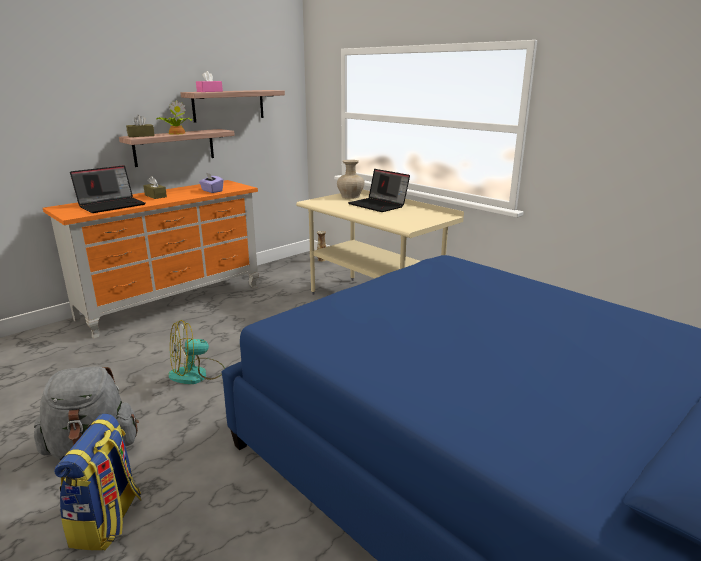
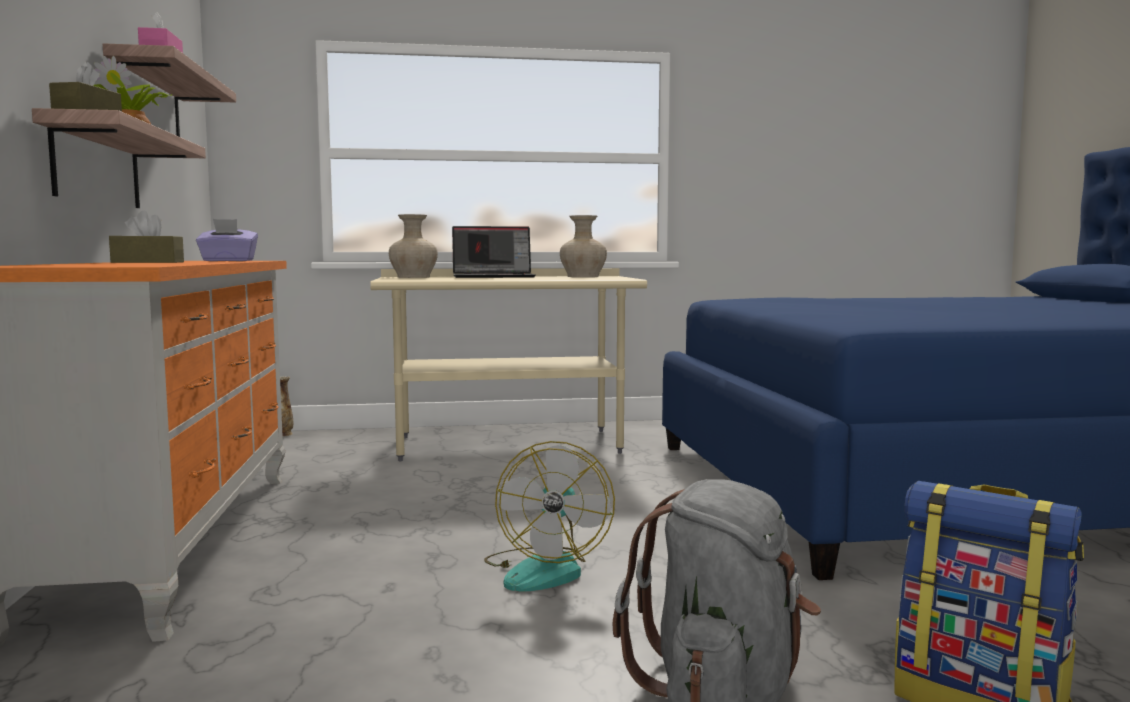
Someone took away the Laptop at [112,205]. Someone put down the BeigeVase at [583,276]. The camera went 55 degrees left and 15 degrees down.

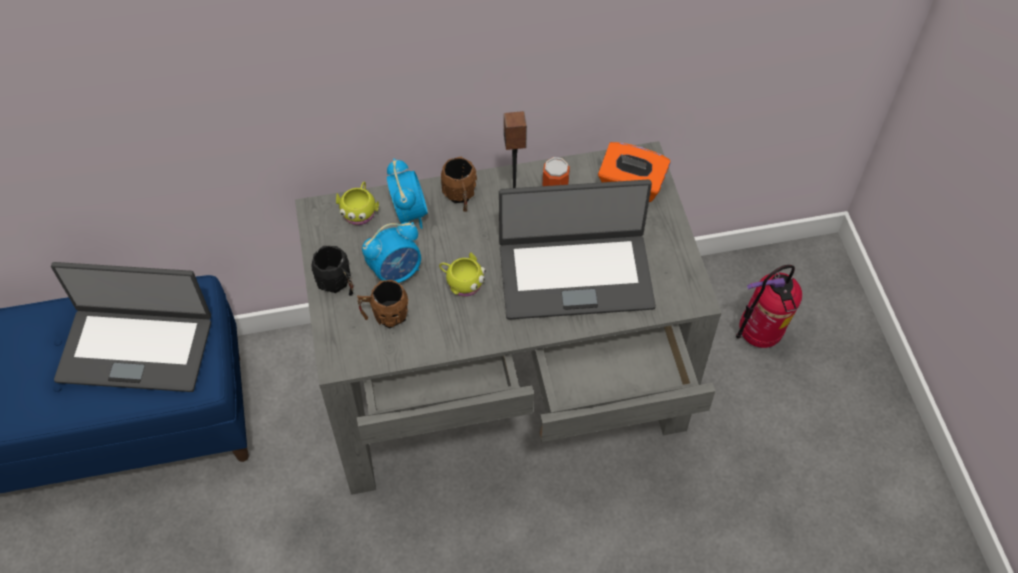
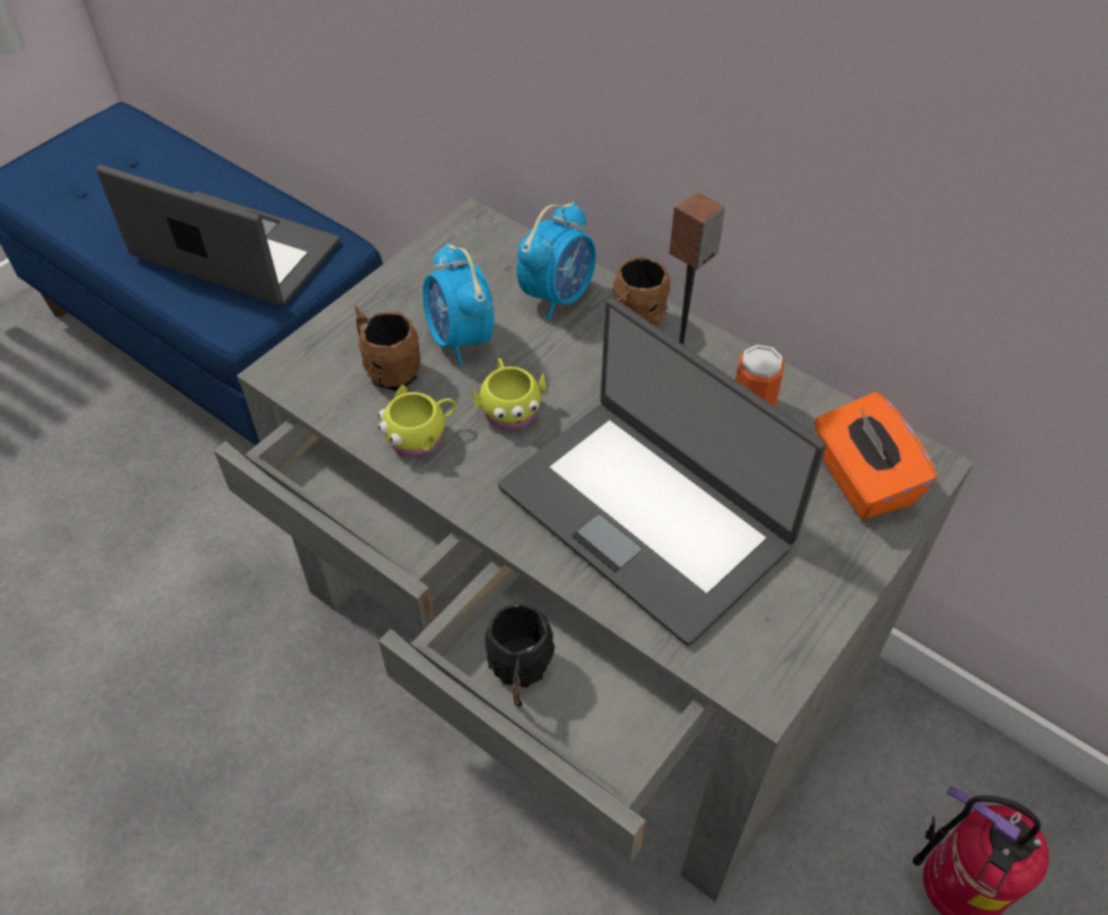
Someone rotated the Laptop at [136,348] by 150 degrees clockwise. Someone carried the BlackMug from [337,284] to [519,673]. Someone carried the YellowMug from [359,211] to [420,436]. Someone rotated the AlarmClock at [396,272] by 45 degrees clockwise. The camera went 50 degrees right and 5 degrees down.

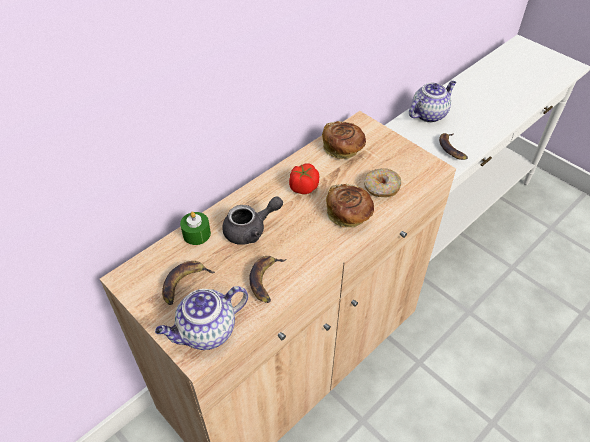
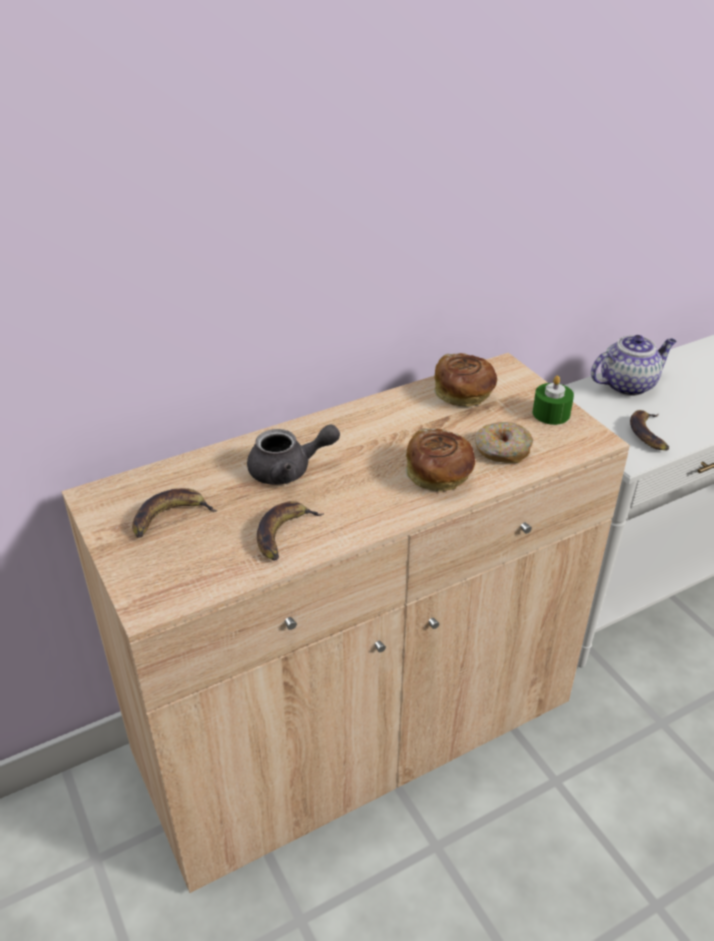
Someone took away the Teapot at [206,332]. Someone carried the GreenCandle from [196,234] to [551,413]. Someone took away the Tomato at [303,187]. The camera went 15 degrees right and 10 degrees down.

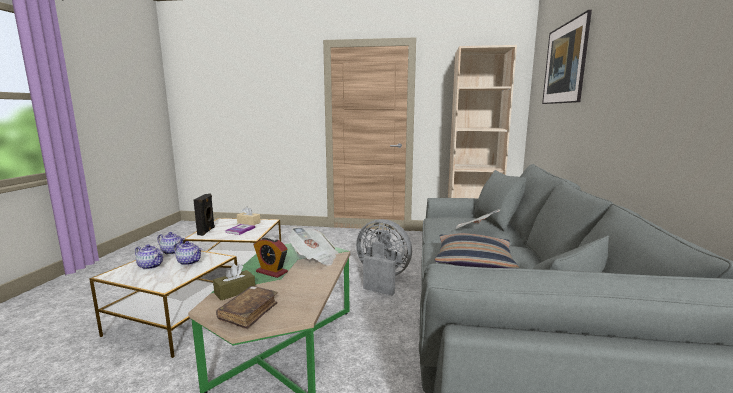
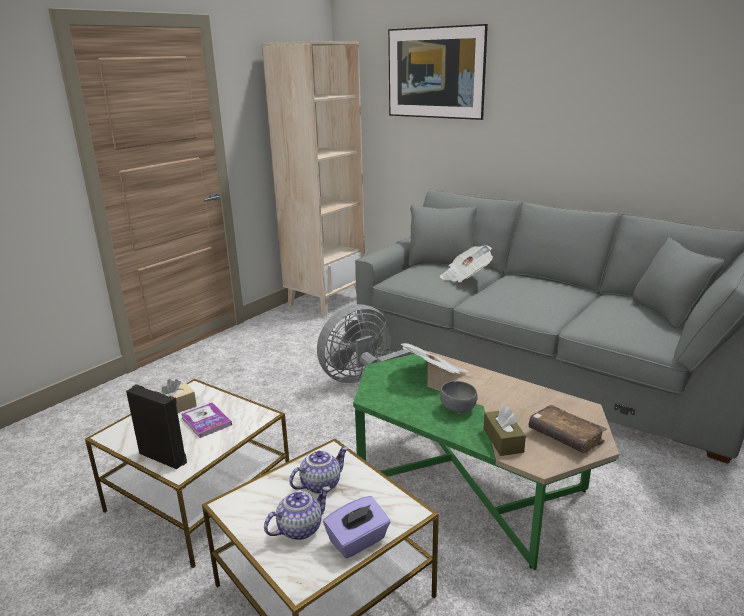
Someone took away the Teapot at [173,251]. Someone swapped the AlarmClock at [271,272] for the GreyBowl at [458,409]. Someone took away the Pillow at [473,261]. Someone put down the PurpleTissueBox at [358,541]. The camera went 60 degrees left and 10 degrees up.

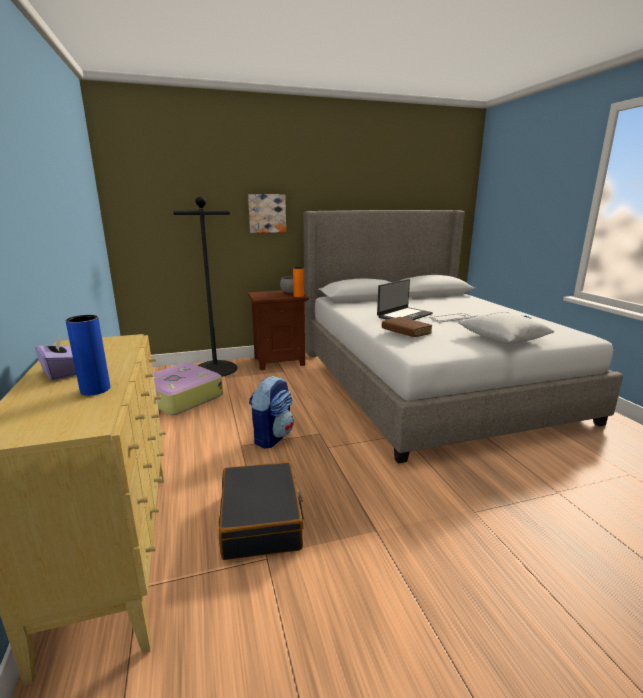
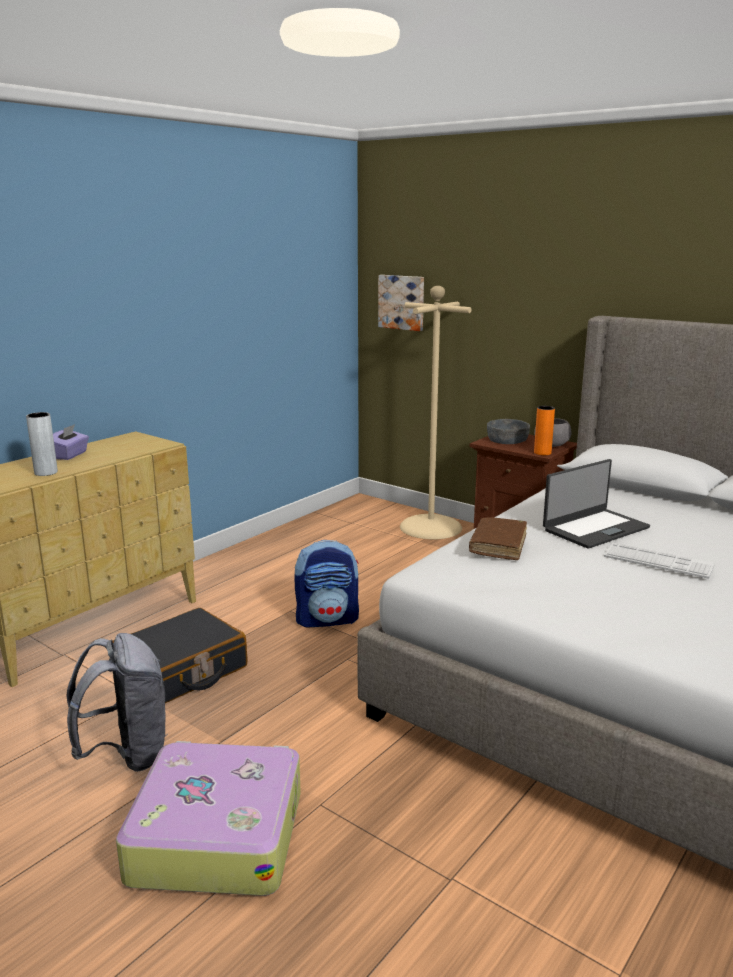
Someone repainted the BlueVase at [95,390], which became the GreyVase at [46,472]. Someone carried the Suitcase from [181,397] to [216,834]. Someone repainted the BlackClothesRack at [215,369], which became the BeigeClothesRack at [431,527]. Someone carried the Picture from [267,213] to [402,302]. Someone rotated the Laptop at [404,315] by 45 degrees counterclockwise. Someone took away the GreyPillow at [503,339]. Someone put down the GreyBackpack at [127,754]. Someone put down the GreyBowl at [507,439]. The camera went 55 degrees right and 0 degrees up.

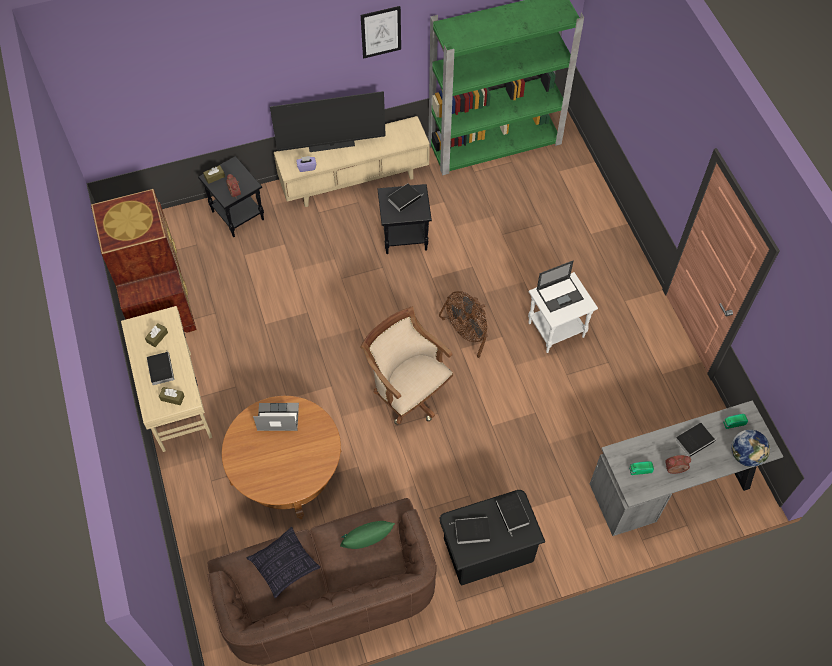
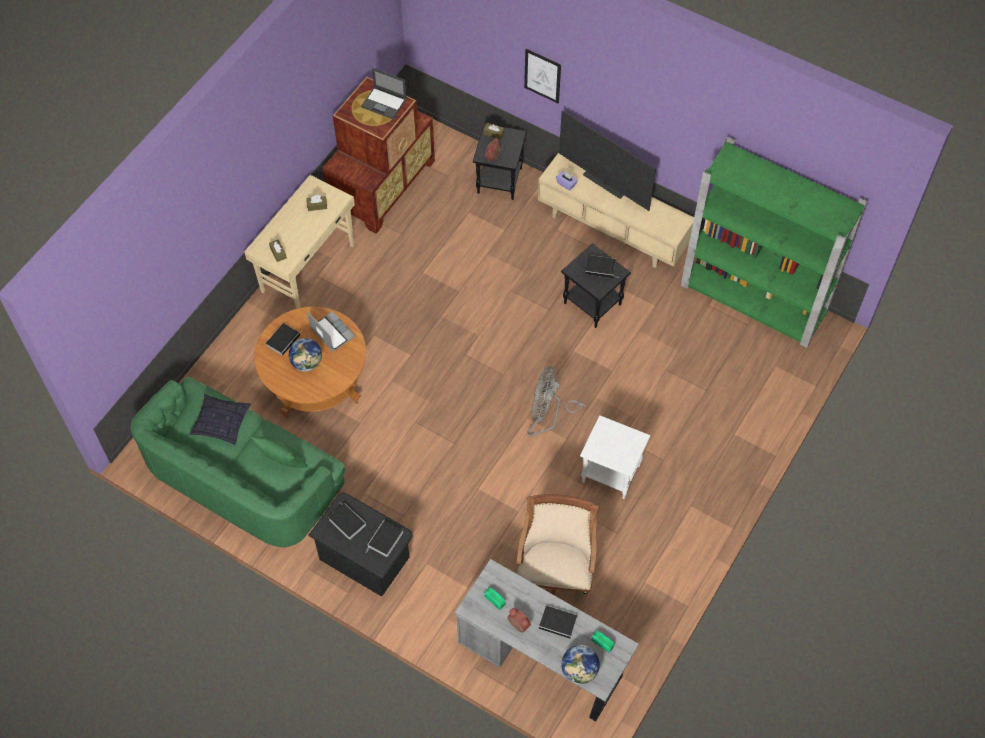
Someone carried the Book from [160,368] to [283,339]. Someone repainted the BrownSofa at [327,593], which became the GreenSofa at [243,478]. Someone carried the OfficeChair from [407,395] to [555,574]. Someone carried the Picture from [381,32] to [542,75]. Someone repainted the BrownFan at [468,330], which became the GreyFan at [549,411]. Someone carried the Laptop from [560,294] to [384,103]. Someone put down the Globe at [307,363]. The camera went 50 degrees right and 0 degrees up.

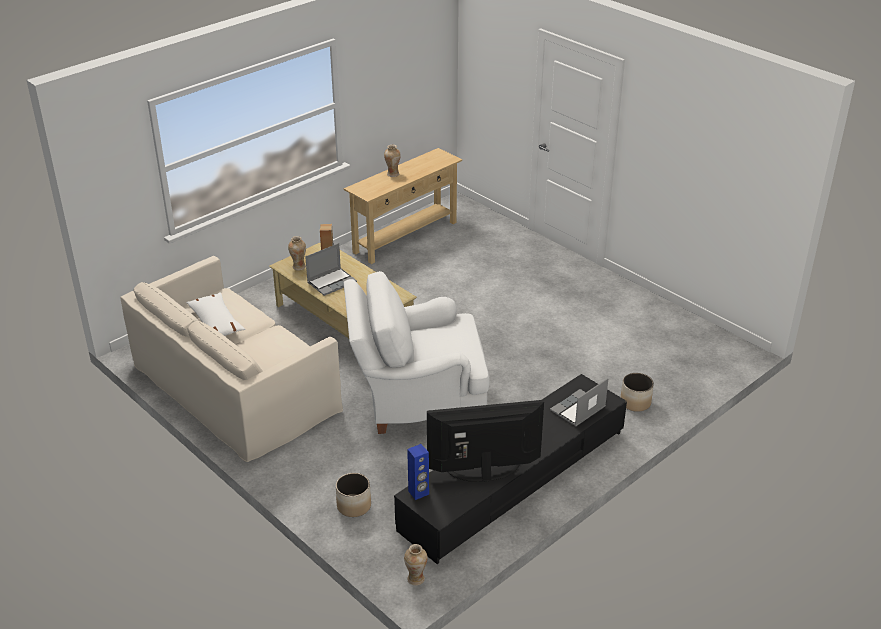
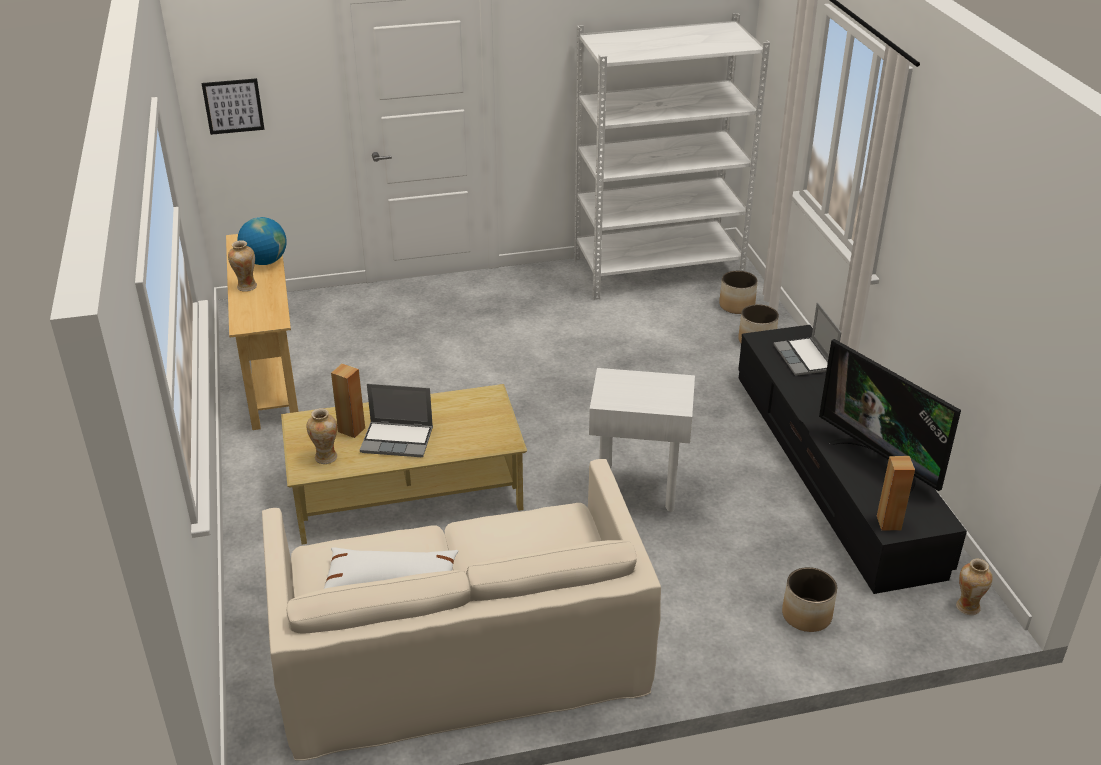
Someone rotated the Laptop at [332,282] by 105 degrees clockwise. Someone swapped the WhiteArmchair at [417,402] for the WhiteSideTable at [637,489]. Someone repainted the BlueSpeaker at [418,493], which became the BrownSpeaker at [889,523]. Someone rotated the Television at [484,473] by 60 degrees counterclockwise. Someone put up the Picture at [233,106]. Someone put down the Globe at [265,262]. Someone put down the WhiteBookcase at [658,270]. Someone put down the Planter at [736,306]. The camera went 60 degrees left and 0 degrees up.

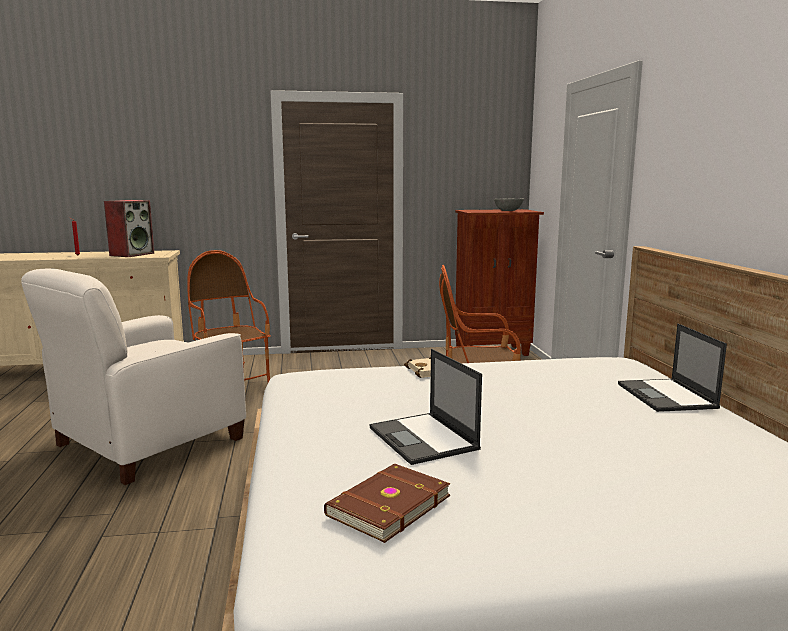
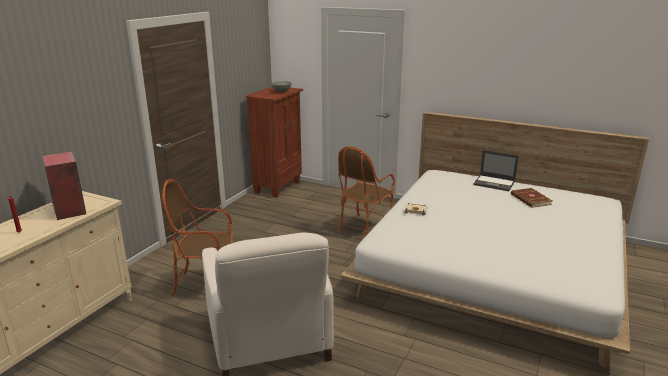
Someone carried the BrownBook from [386,505] to [530,199]. Someone took away the Laptop at [424,439]. The camera went 55 degrees left and 10 degrees up.

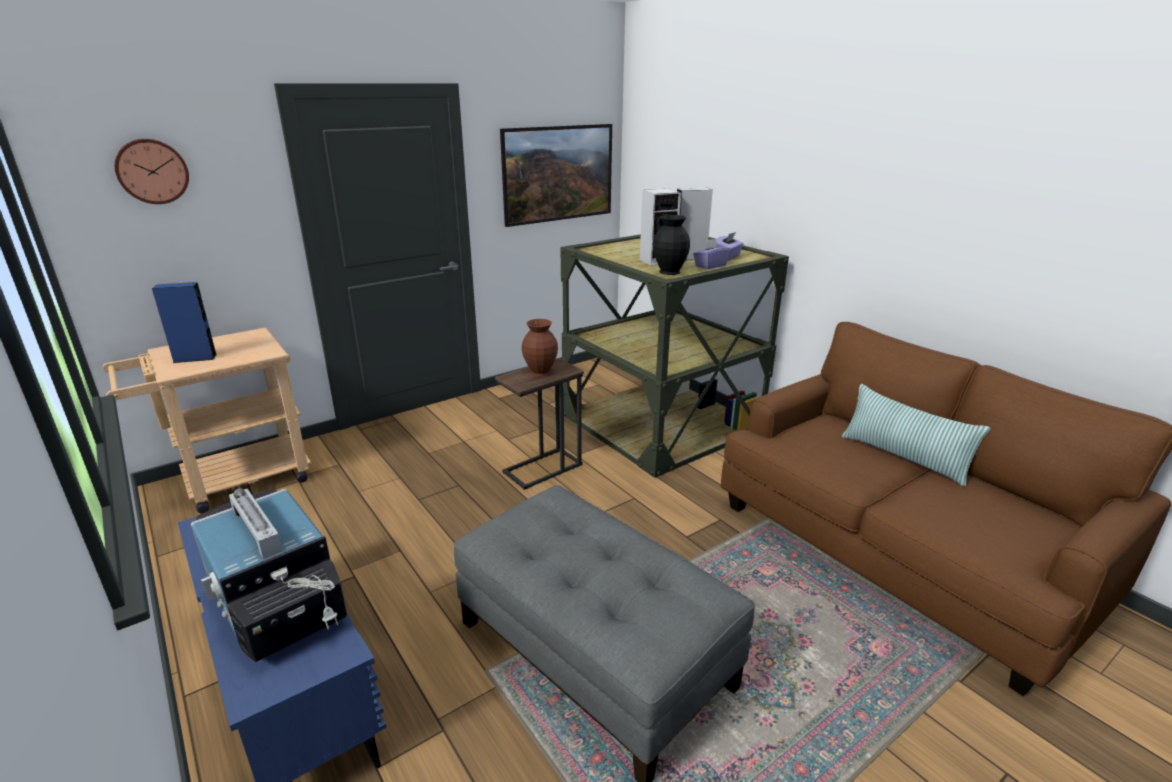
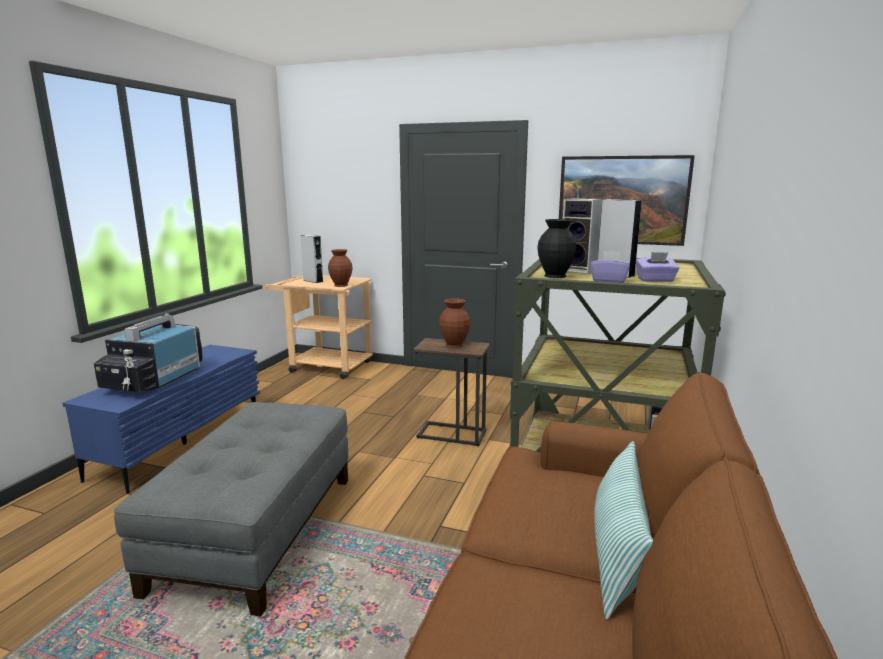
Someone took away the WallClock at [152,171]. Someone repainted the BlueSpeaker at [195,358], which became the GreySpeaker at [313,281]. Someone put down the BrownVase at [340,285]. The camera went 55 degrees right and 10 degrees down.

